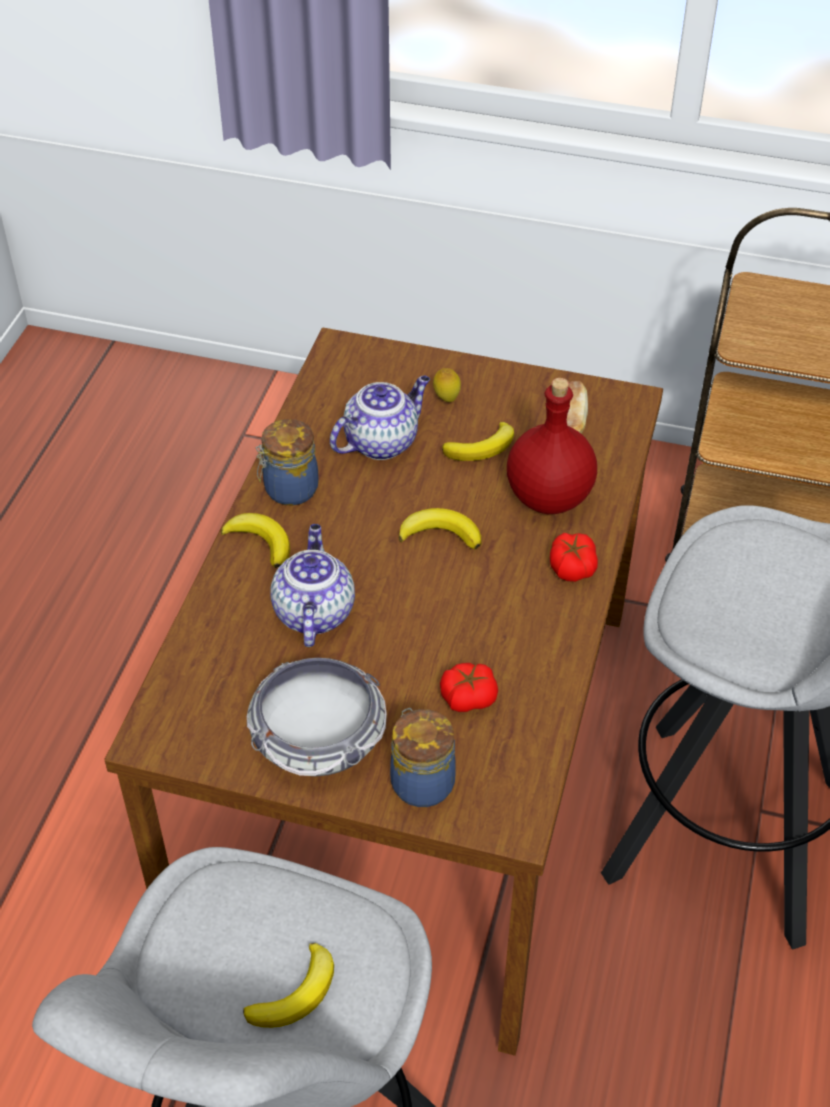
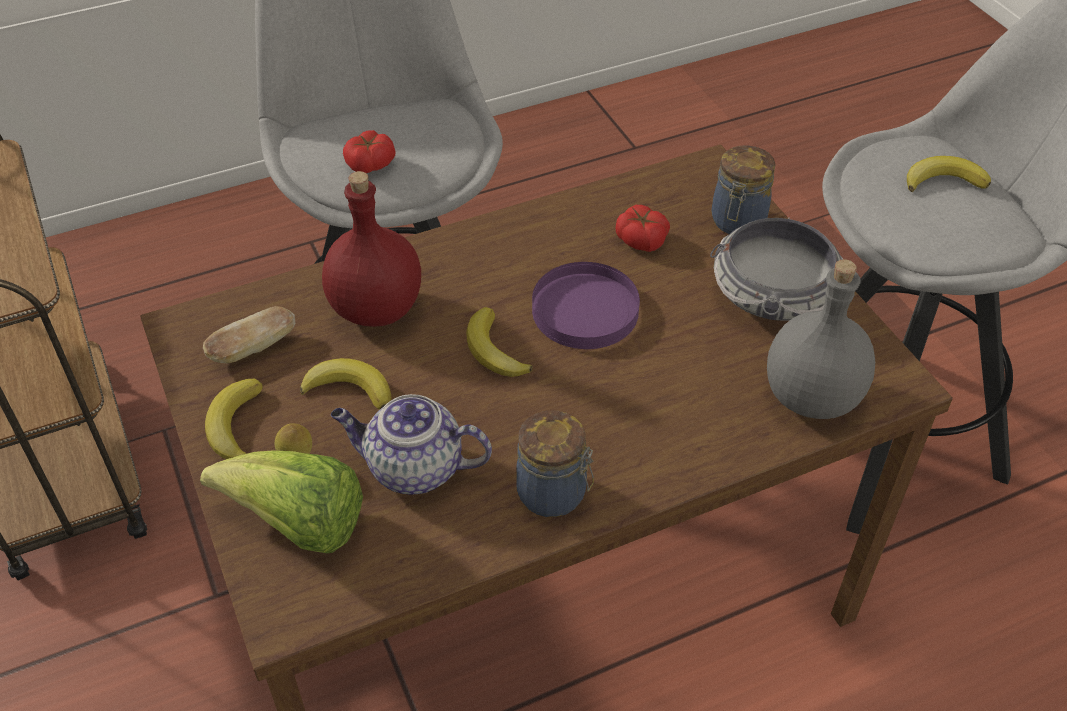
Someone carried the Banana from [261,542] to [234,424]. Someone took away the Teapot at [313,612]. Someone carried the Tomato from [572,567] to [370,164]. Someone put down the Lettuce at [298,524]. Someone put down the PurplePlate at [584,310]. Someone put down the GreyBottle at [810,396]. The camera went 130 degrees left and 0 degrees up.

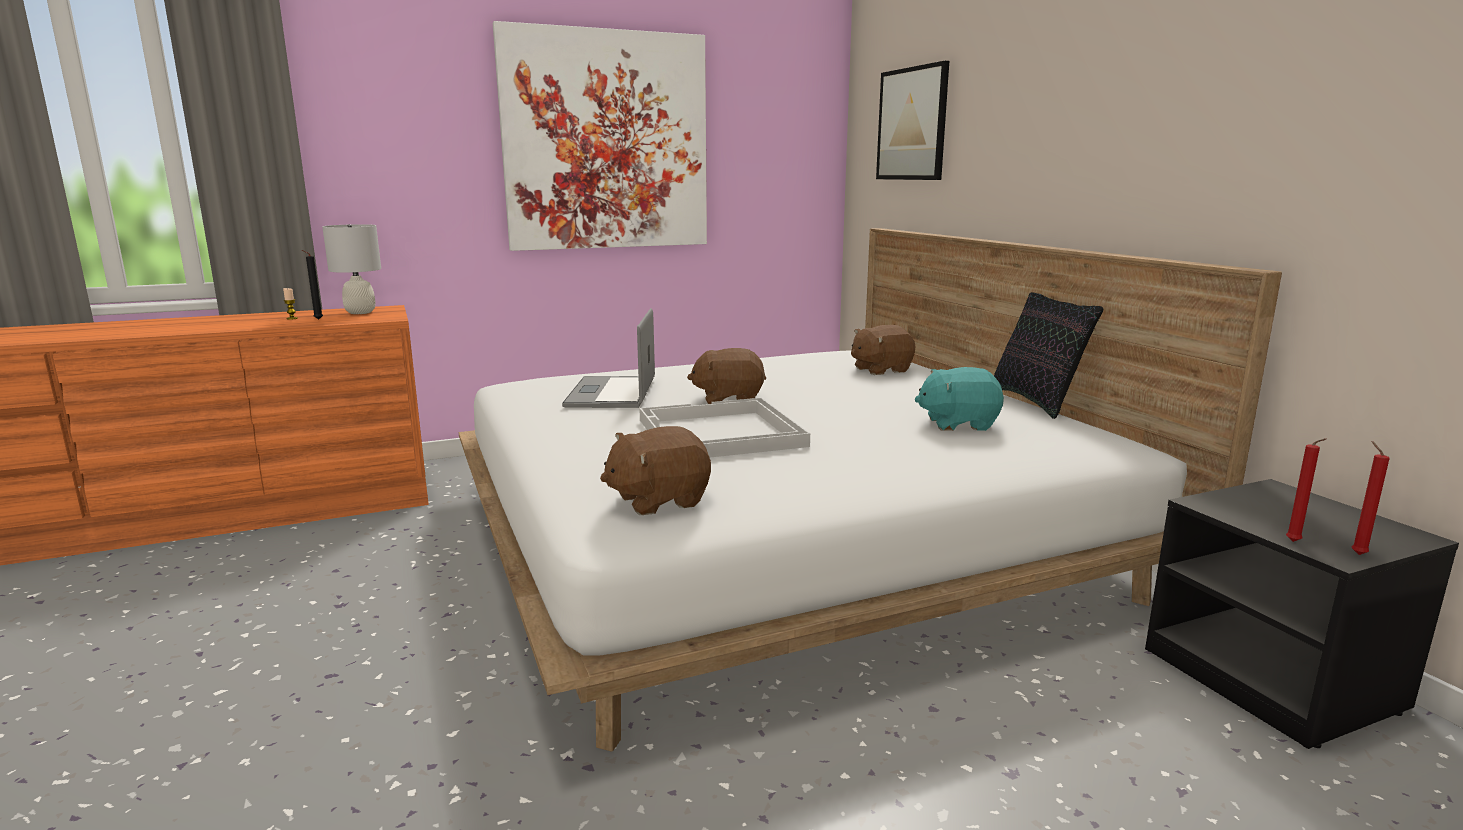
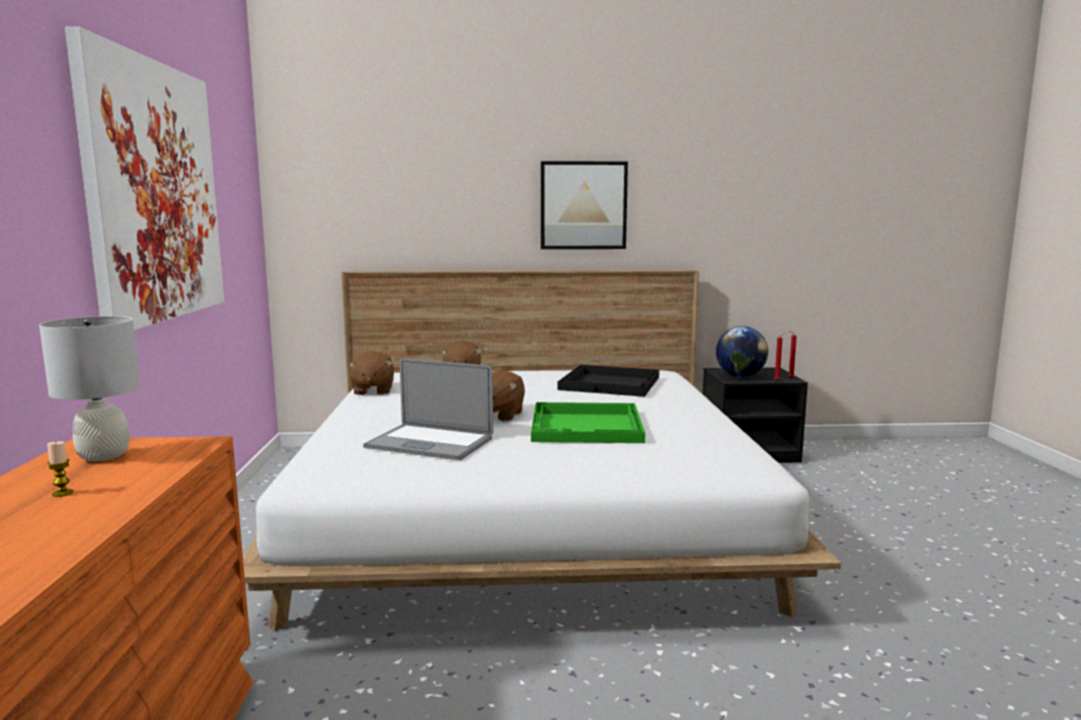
Someone took away the BlackCandle at [317,319]. Someone carried the BrownPlushToy from [658,500] to [373,391]. Someone repainted the WhiteTray at [719,433], which became the GreenTray at [587,426]. Someone carried the Picture from [912,124] to [583,205]. Someone swapped the TurquoisePlushToy at [958,424] for the BlackTray at [611,383]. Someone took away the BlackPillow at [1035,403]. Someone put down the Globe at [740,376]. The camera went 70 degrees left and 5 degrees down.

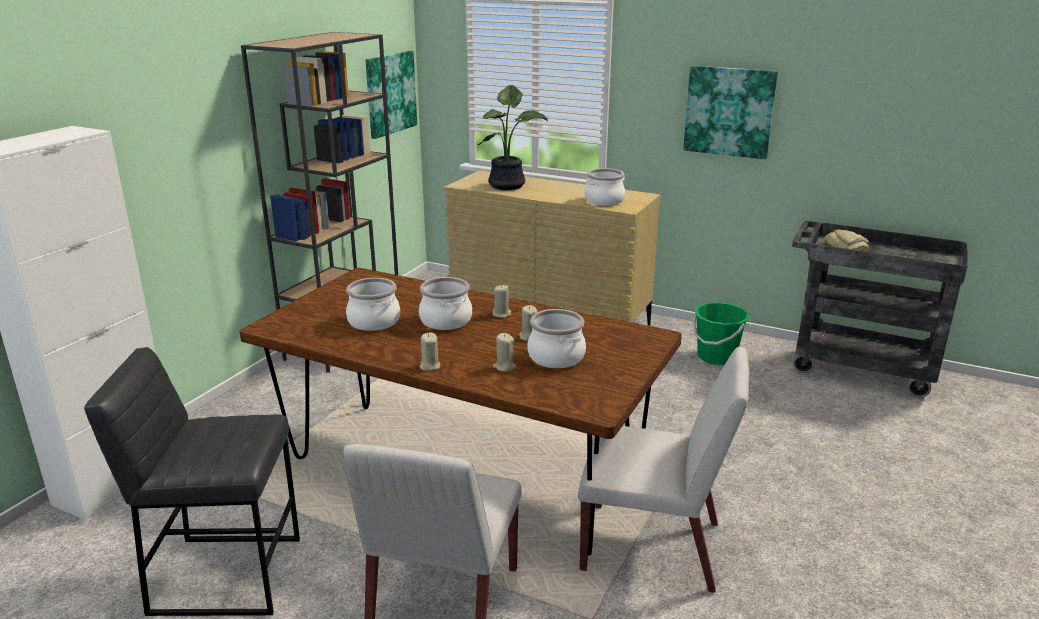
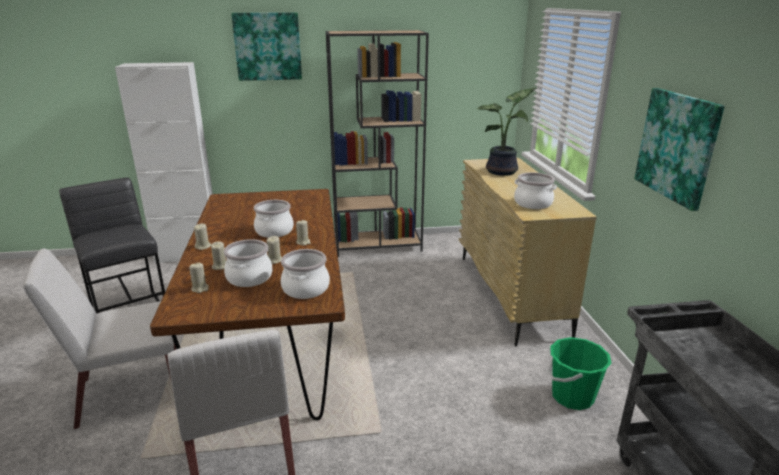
Someone carried the CookingPot from [373,321] to [305,289]. Someone carried the Picture from [390,93] to [268,46]. Someone took away the Bread at [846,248]. Someone put down the BeigeCandle at [200,288]. The camera went 55 degrees right and 0 degrees up.

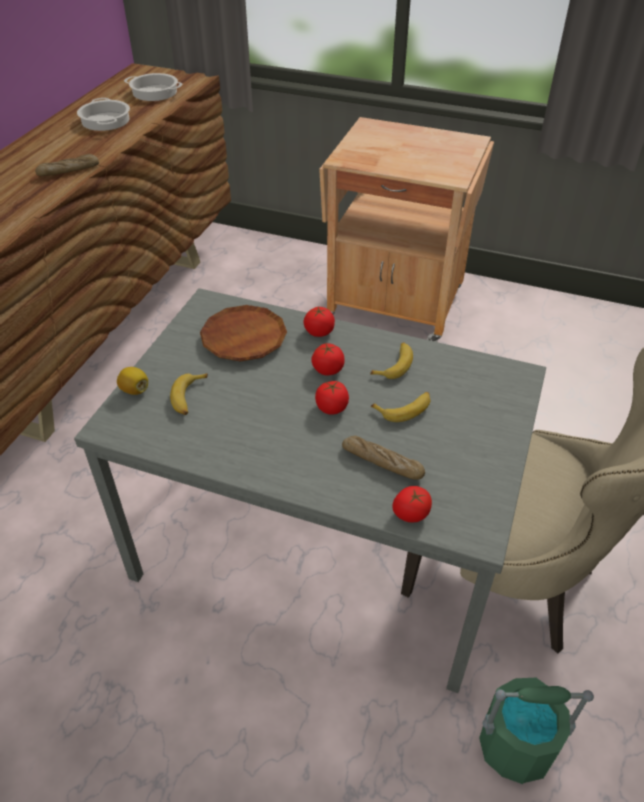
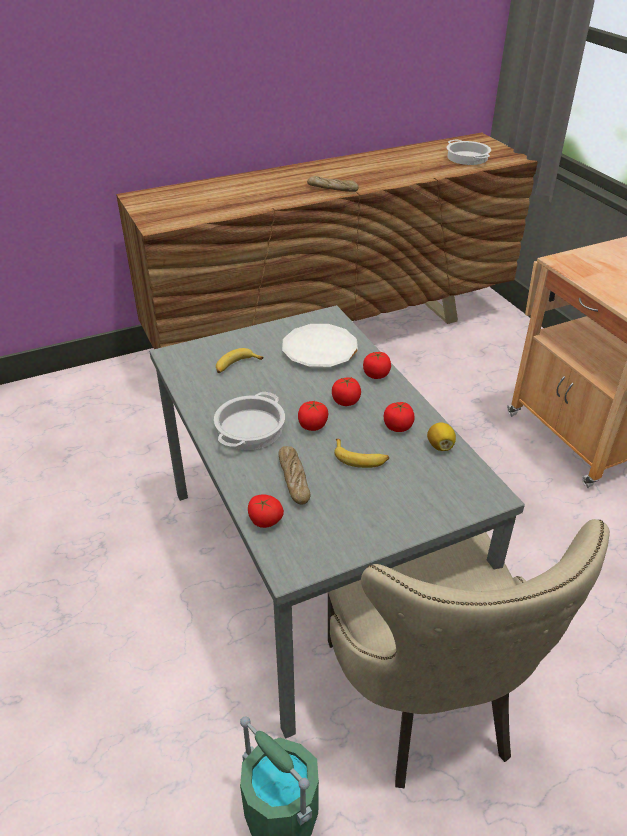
Someone carried the CookingPot from [105,121] to [249,428]. Someone carried the Lemon from [135,390] to [440,446]. Someone repainted the BrownPlate at [244,338], which became the WhitePlate at [319,350]. Someone swapped the Banana at [394,364] for the Tomato at [398,426]. The camera went 45 degrees right and 5 degrees down.

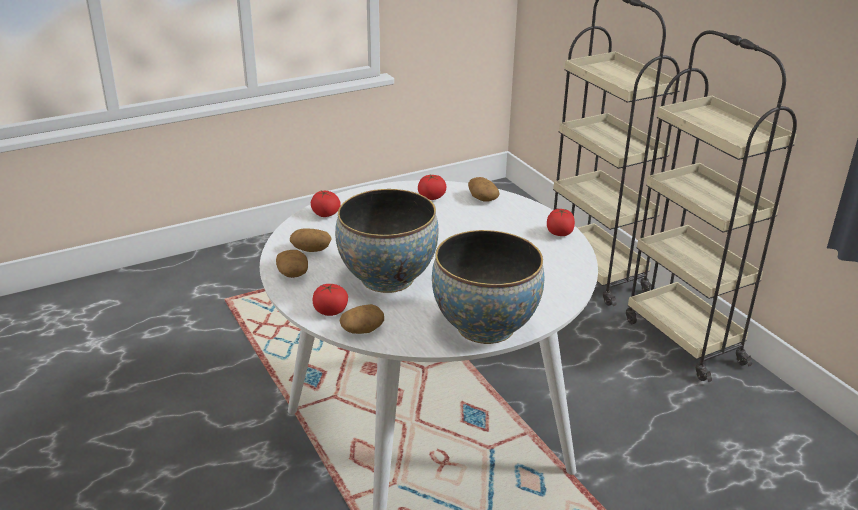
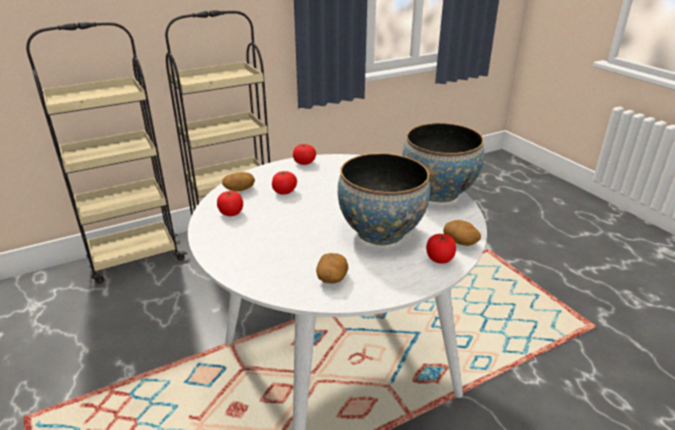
Someone took away the Potato at [293,273]. Someone carried the Tomato from [325,214] to [284,191]. The camera went 90 degrees left and 0 degrees up.

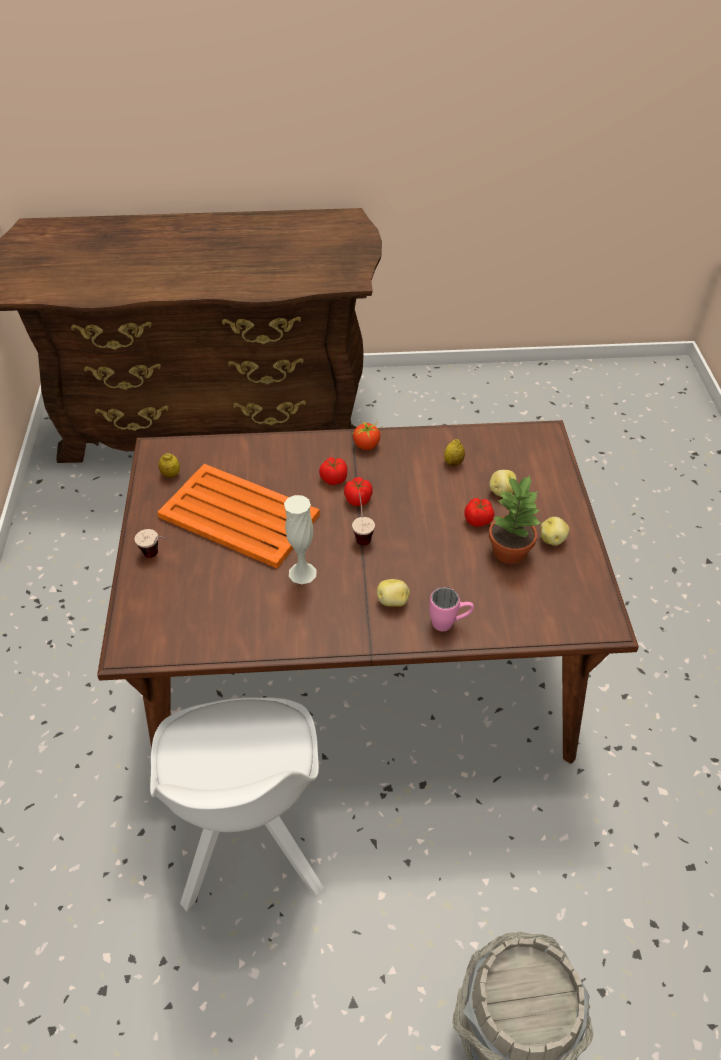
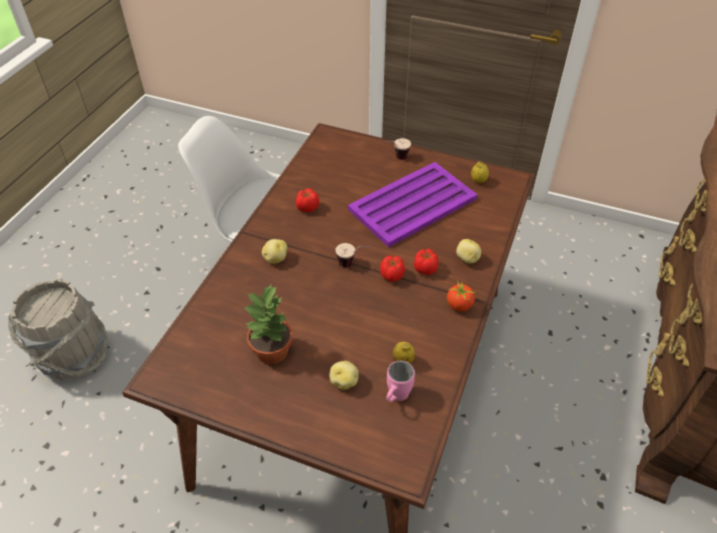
Someone repainted the OrangeTray at [238,515], which became the PurpleTray at [414,204]. Someone took away the WhiteVase at [302,573]. Someone carried the PinkMug from [449,623] to [396,398]. Someone carried the Tomato from [478,520] to [307,207]. Someone carried the Potato from [552,539] to [467,259]. The camera went 115 degrees right and 0 degrees up.

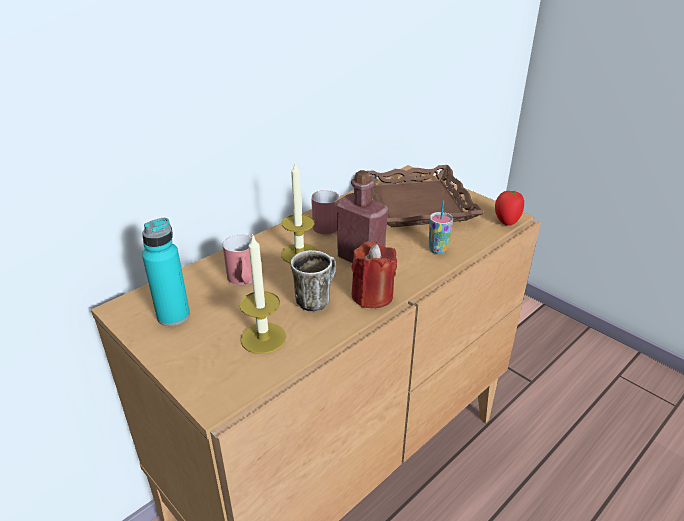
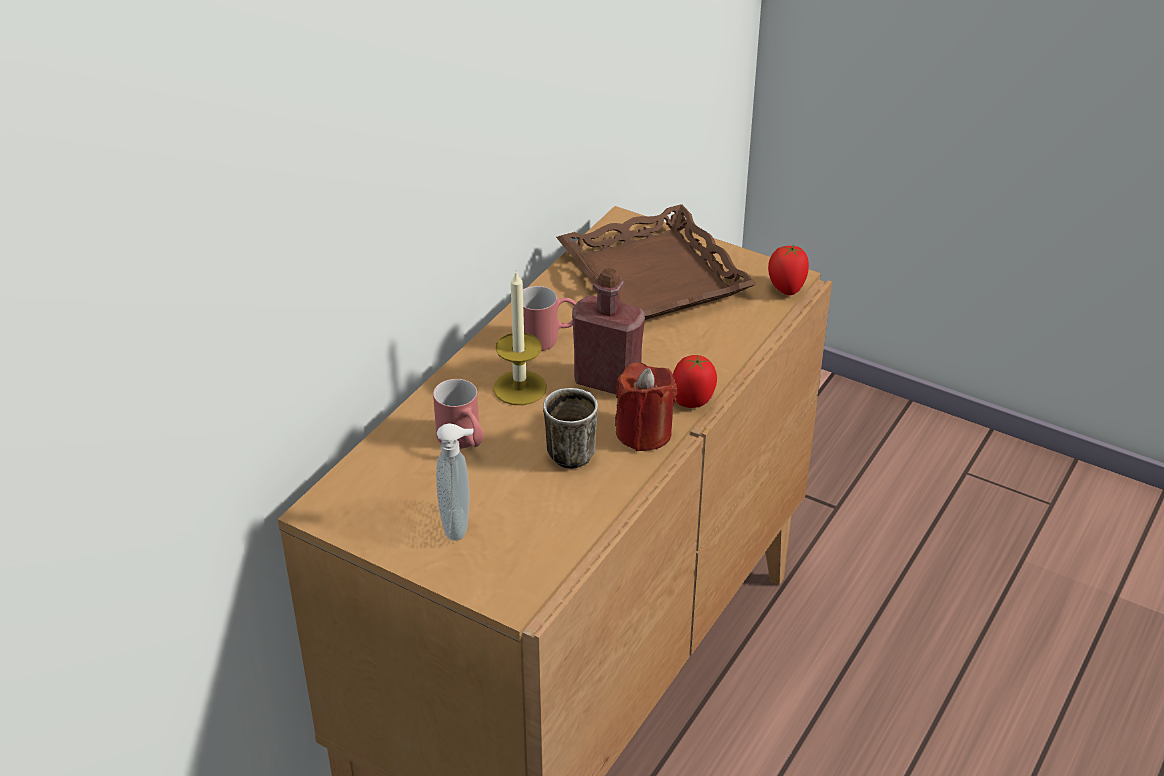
Someone took away the TurquoiseBottle at [173,316]. Someone took away the Candle at [263,338]. Someone took away the Cup at [437,249]. Someone put down the SoapDispenser at [459,525]. Someone put down the Tomato at [693,401]. The camera went 15 degrees left and 5 degrees up.

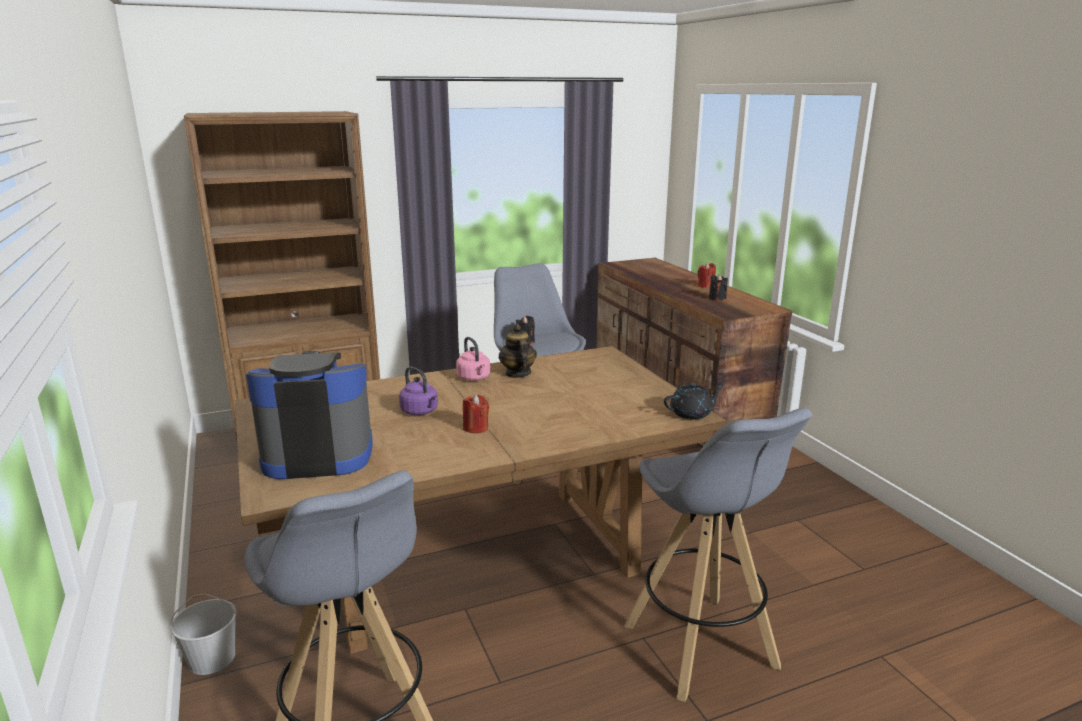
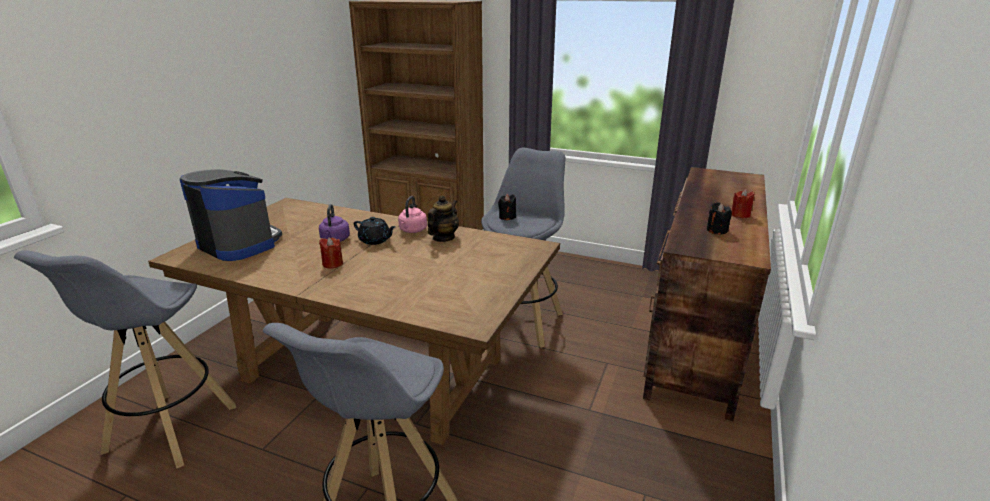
Someone took away the WhiteBucket at [210,658]. Someone carried the BlackTeapot from [691,413] to [375,240]. The camera went 45 degrees right and 5 degrees up.

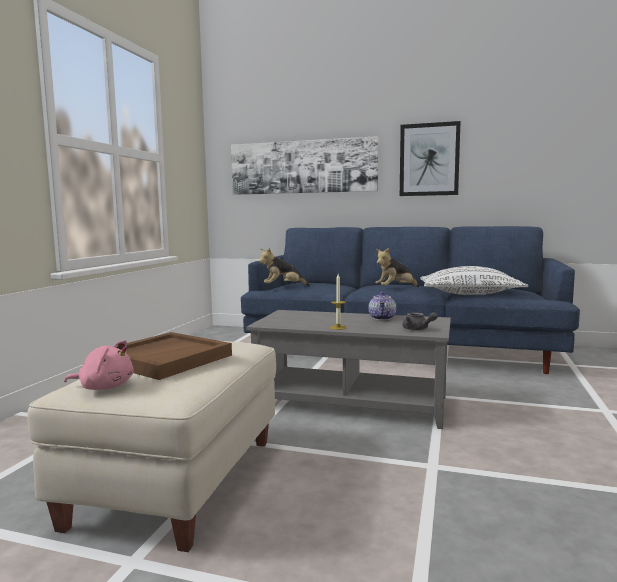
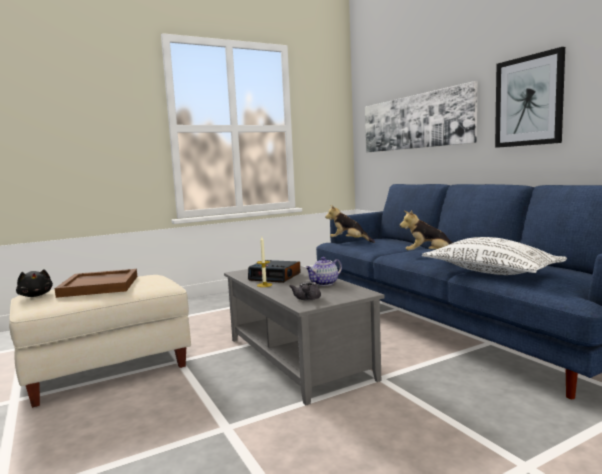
Someone repainted the PinkPlushToy at [104,387], which became the BlackPlushToy at [36,295]. Someone put down the AlarmClock at [275,277]. The camera went 45 degrees right and 0 degrees up.

